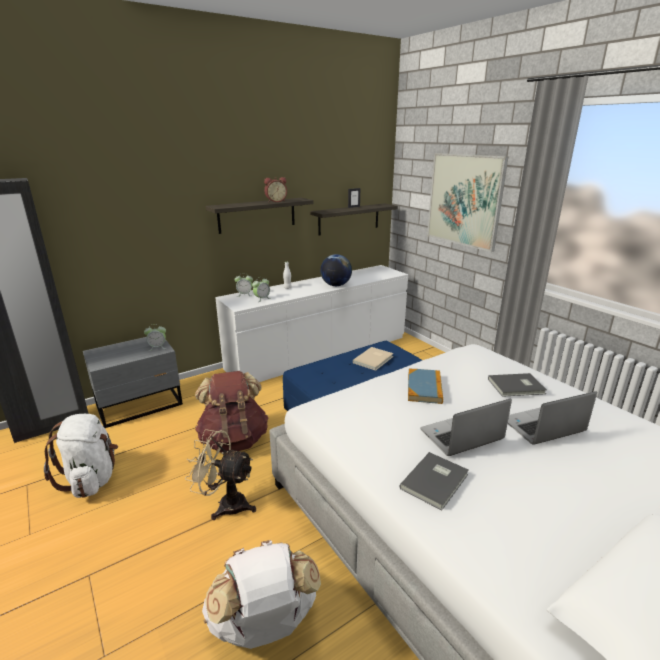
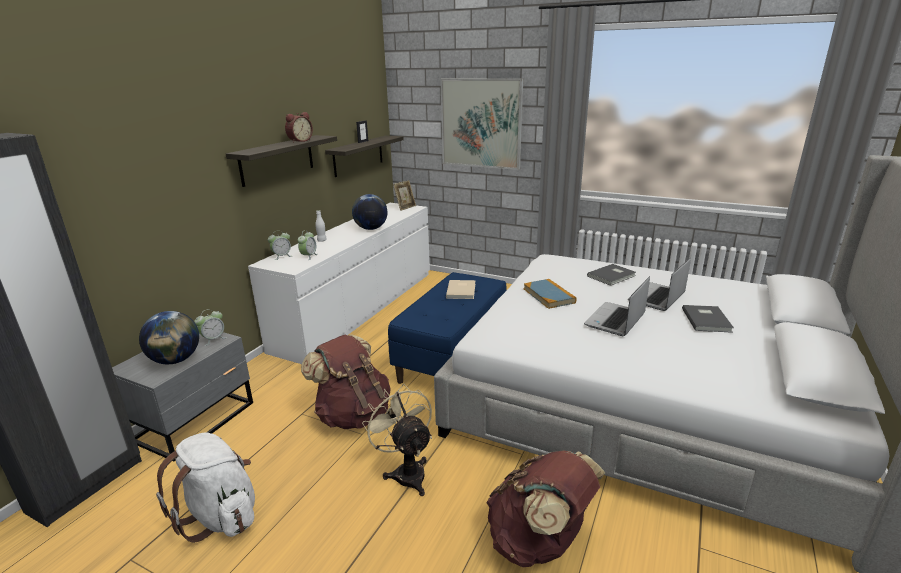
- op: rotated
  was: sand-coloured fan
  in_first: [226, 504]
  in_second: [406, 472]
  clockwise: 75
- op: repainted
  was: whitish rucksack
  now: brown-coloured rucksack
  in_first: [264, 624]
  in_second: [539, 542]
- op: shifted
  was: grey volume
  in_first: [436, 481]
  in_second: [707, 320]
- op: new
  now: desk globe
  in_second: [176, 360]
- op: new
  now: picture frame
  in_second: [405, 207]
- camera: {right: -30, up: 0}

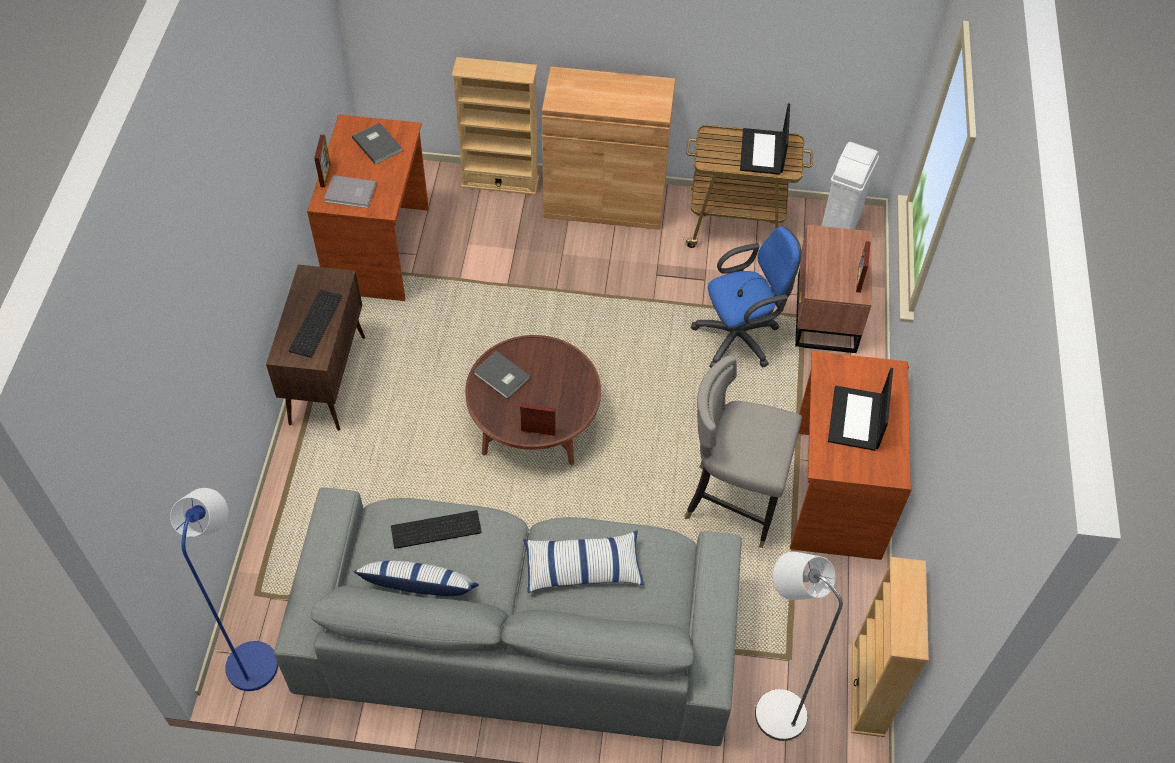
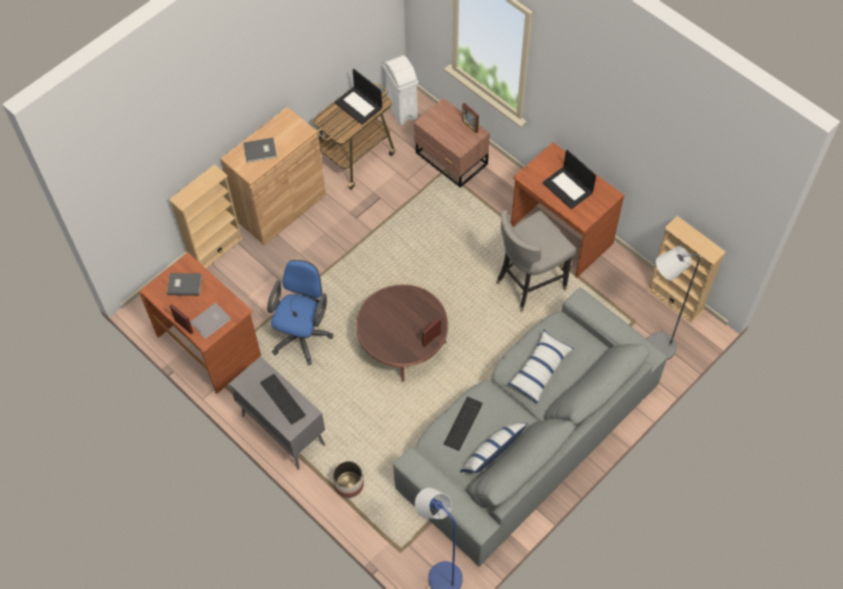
- op: repainted
  was: brown-coloured cabinet
  now: grey cabinet
  in_first: [328, 379]
  in_second: [282, 430]
- op: shifted
  was: grey volume
  in_first: [501, 377]
  in_second: [260, 151]
- op: shifted
  was: blue-coloured computer chair
  in_first: [741, 337]
  in_second: [303, 334]
- op: new
  now: planter
  in_second: [349, 484]
- camera: {right: -50, up: 5}

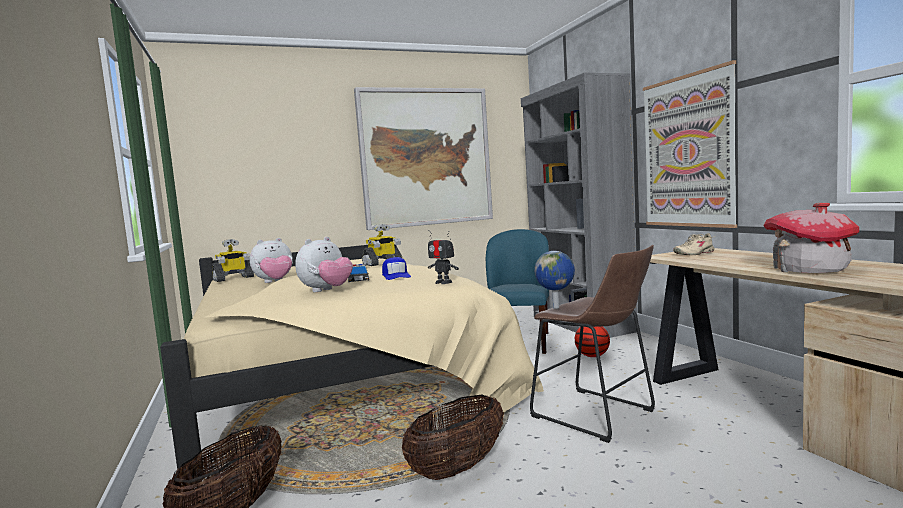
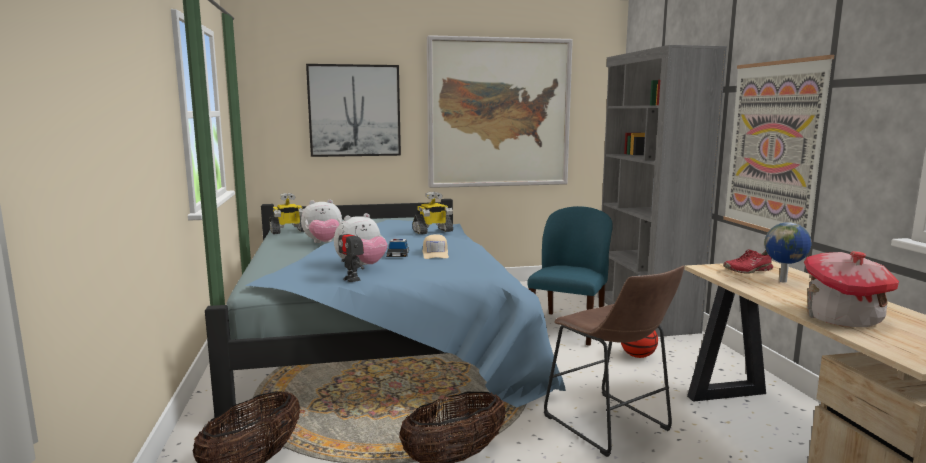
- op: repainted
  was: sand-coloured bed
  now: blue-coloured bed
  in_first: [340, 374]
  in_second: [379, 339]
- op: repainted
  was: blue-coloured peaked cap
  now: sand-coloured peaked cap
  in_first: [396, 276]
  in_second: [435, 253]
- op: shifted
  was: model robot
  in_first: [443, 282]
  in_second: [352, 279]
- op: shifted
  was: desk globe
  in_first: [557, 308]
  in_second: [784, 281]
- op: repainted
  was: sand-coloured item of footwear
  now: reddish item of footwear
  in_first: [694, 254]
  in_second: [747, 270]
- op: new
  now: wall picture
  in_second: [354, 110]
- camera: {right: 10, up: 5}

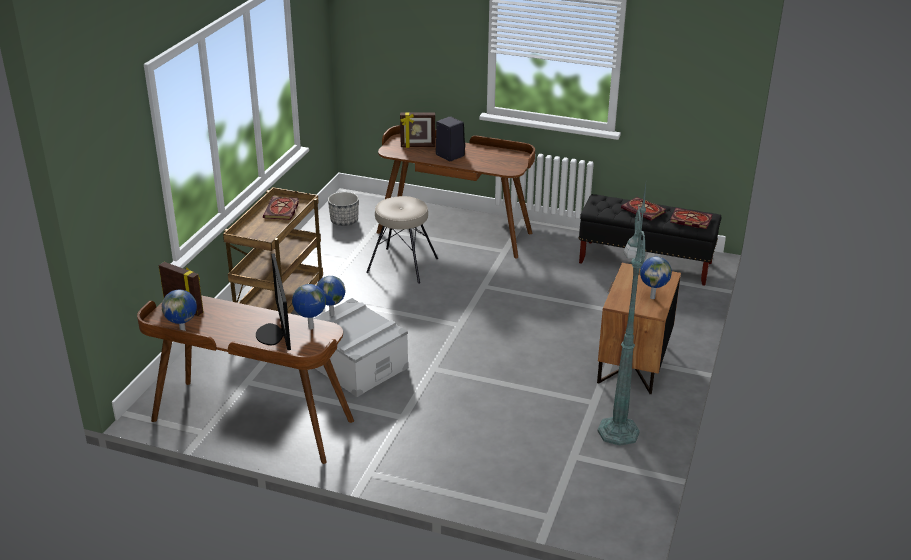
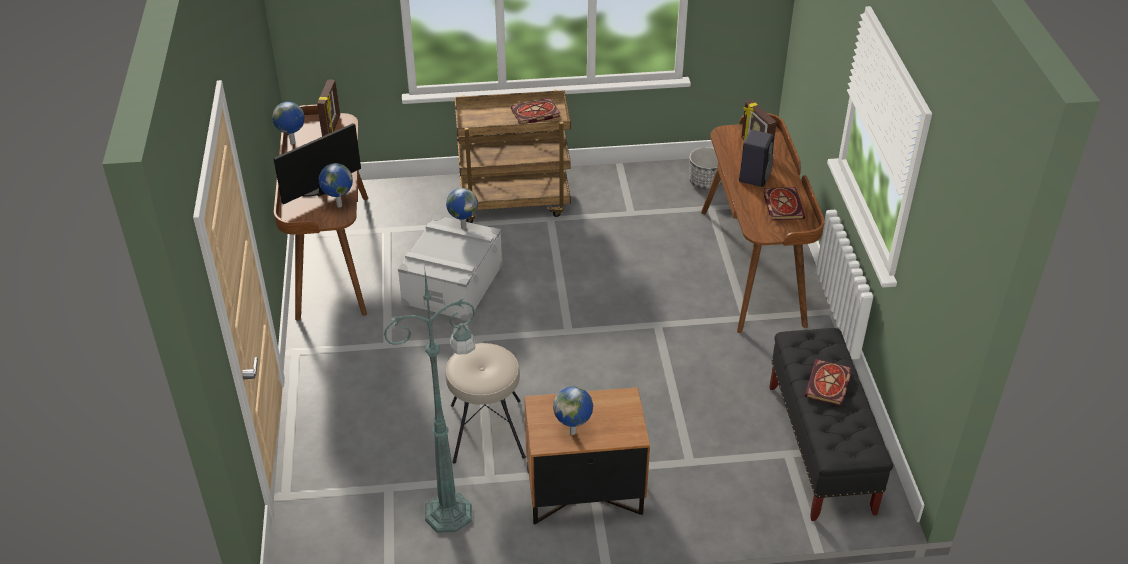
- op: shifted
  was: sand-coloured stool
  in_first: [402, 266]
  in_second: [486, 431]
- op: shifted
  was: volume
  in_first: [689, 220]
  in_second: [782, 205]
- camera: {right: 65, up: 10}

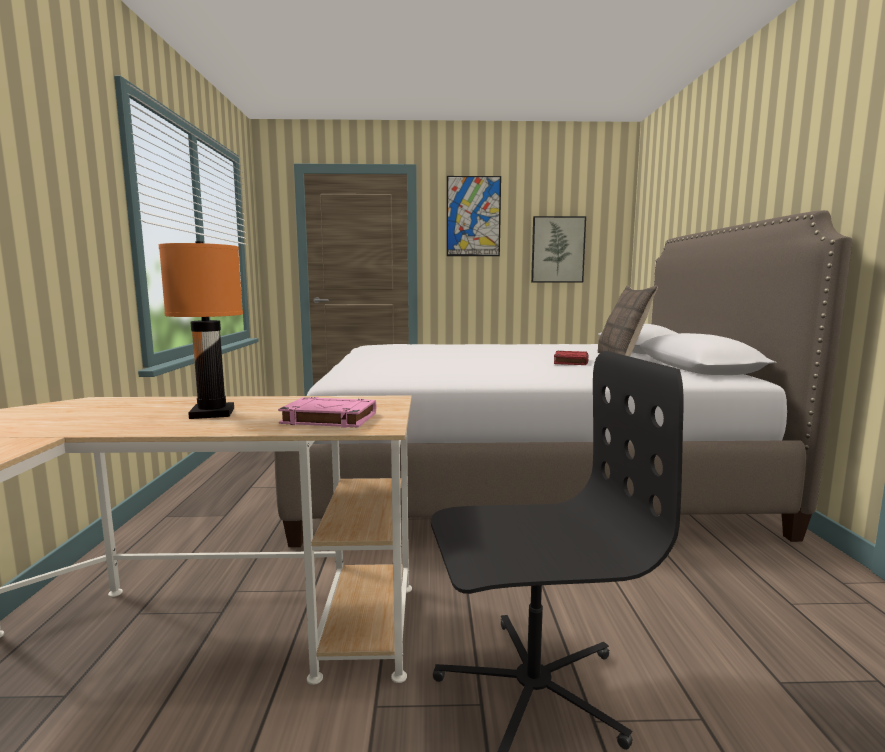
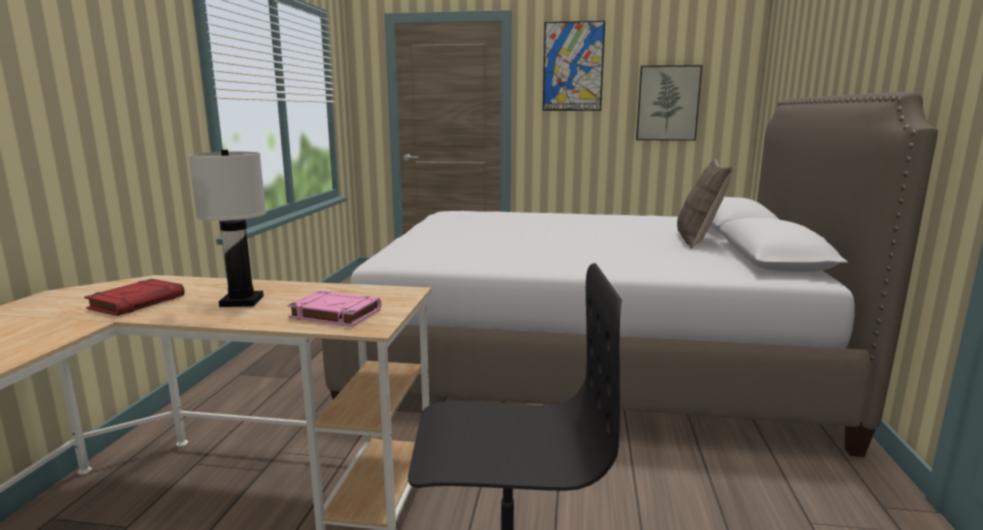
- op: repainted
  was: orange table lamp
  now: whitish table lamp
  in_first: [213, 413]
  in_second: [242, 301]
- op: shifted
  was: reddish volume
  in_first: [570, 361]
  in_second: [138, 302]
- camera: {right: 10, up: 5}

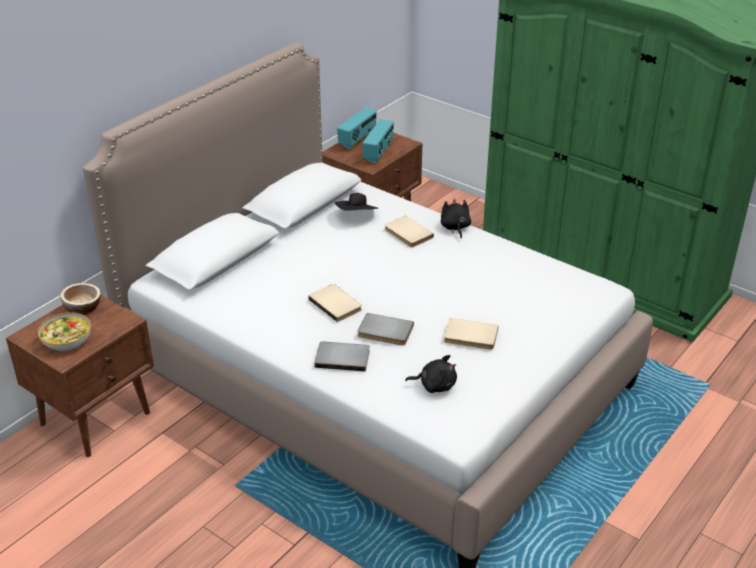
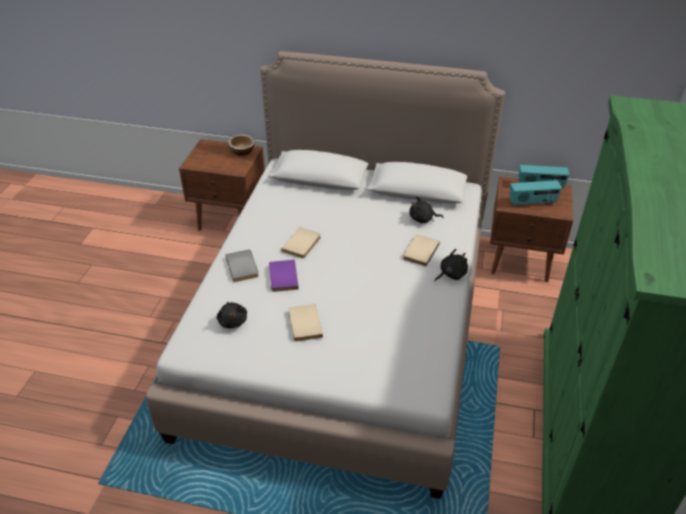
- op: gone
  was: deep dish
  in_first: [67, 340]
- op: swapped
  was: black wearable hat
  now: black plush toy
  in_first: [357, 216]
  in_second: [423, 219]
- op: repainted
  was: grey volume
  now: purple volume
  in_first: [385, 332]
  in_second: [282, 277]
- camera: {right: 65, up: 5}

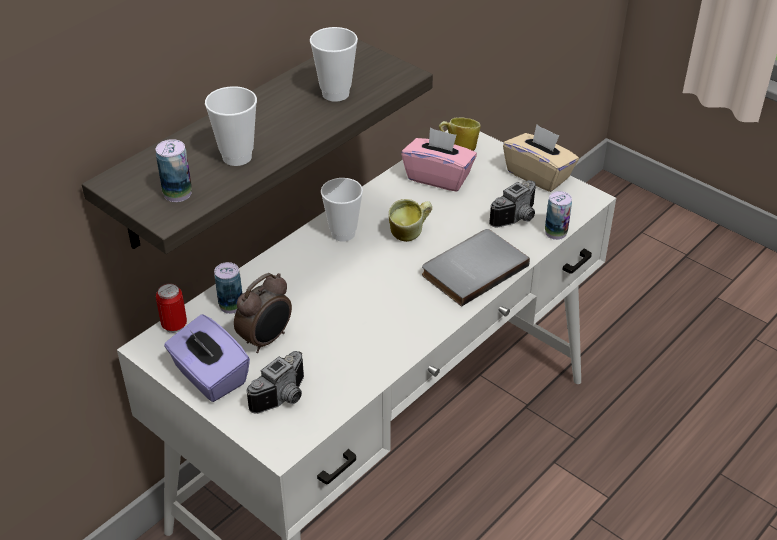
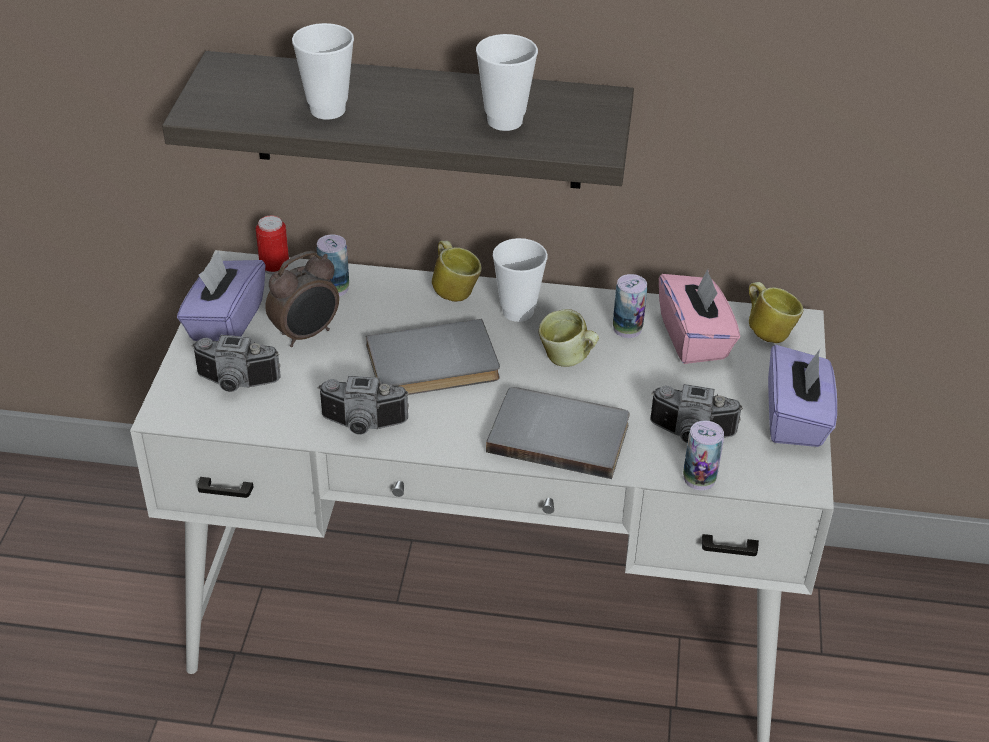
- op: shifted
  was: metal can
  in_first: [177, 193]
  in_second: [627, 329]
- op: rotated
  was: table clock
  in_first: [267, 340]
  in_second: [307, 334]
  clockwise: -45
- op: repainted
  was: sand-coloured tissue holder
  now: purple tissue holder
  in_first: [538, 175]
  in_second: [796, 419]
- op: new
  now: still camera
  in_second: [362, 426]
- op: new
  now: grey volume
  in_second: [433, 366]
- op: new
  now: tea mug
  in_second: [454, 290]
- camera: {right: 55, up: 0}

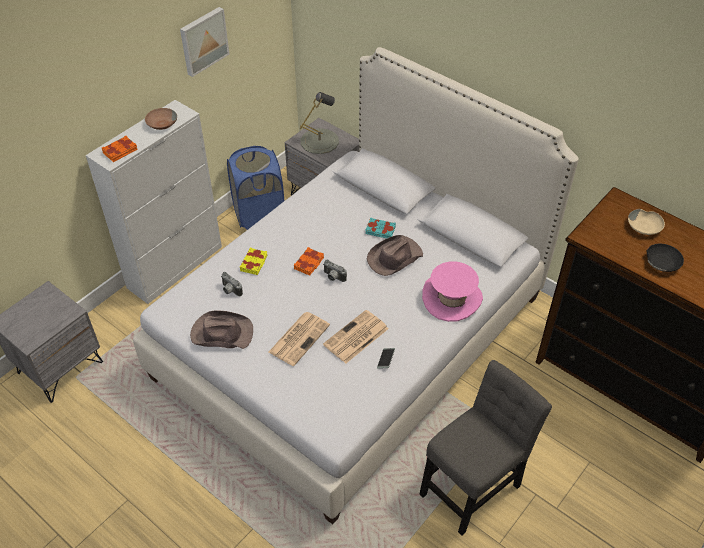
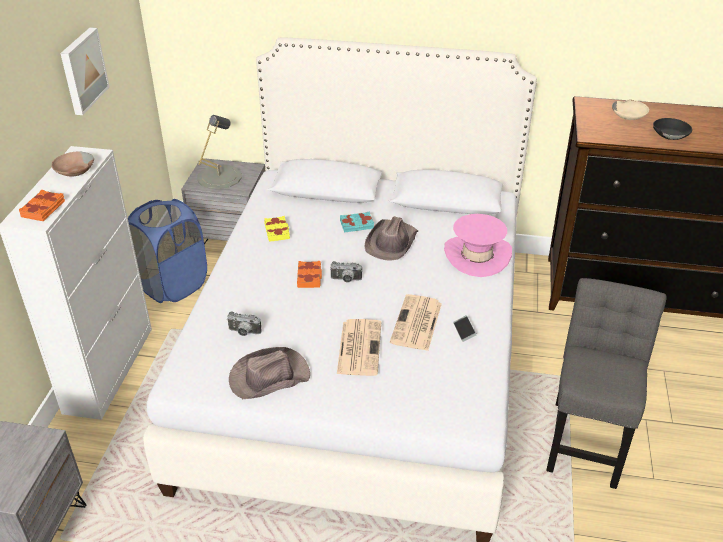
- op: shifted
  was: yellowish volume
  in_first: [254, 263]
  in_second: [277, 231]
- camera: {right: -30, up: -10}

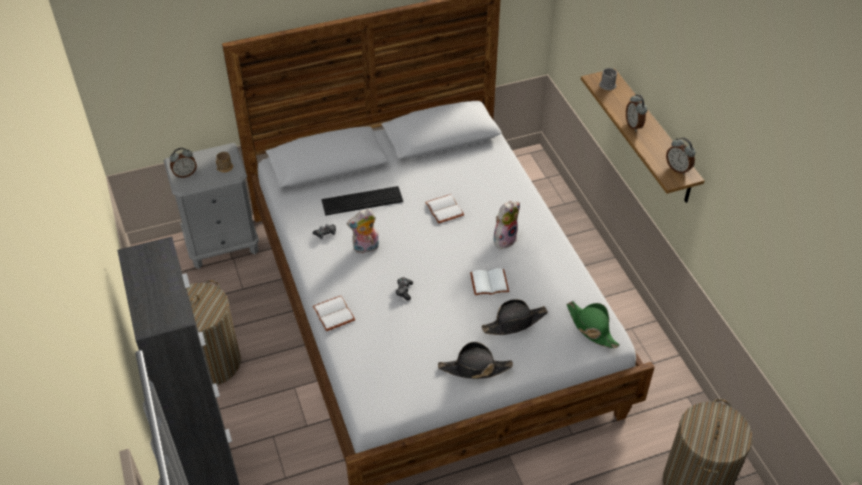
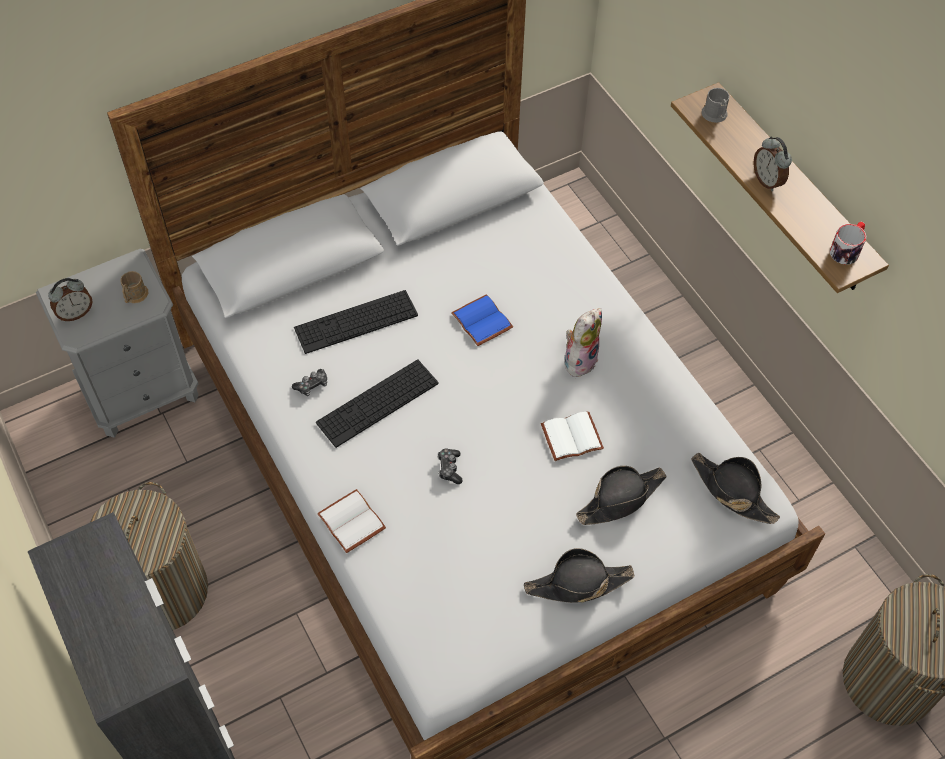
- op: swapped
  was: plush toy
  now: PC keyboard
  in_first: [365, 248]
  in_second: [377, 403]
- op: repainted
  was: whitish volume
  now: blue-coloured volume
  in_first: [445, 209]
  in_second: [483, 321]
- op: repainted
  was: green wearable hat
  now: black wearable hat
  in_first: [591, 328]
  in_second: [732, 491]
- op: swapped
  was: table clock
  now: tea mug
  in_first: [678, 169]
  in_second: [847, 249]
- camera: {right: -10, up: 10}

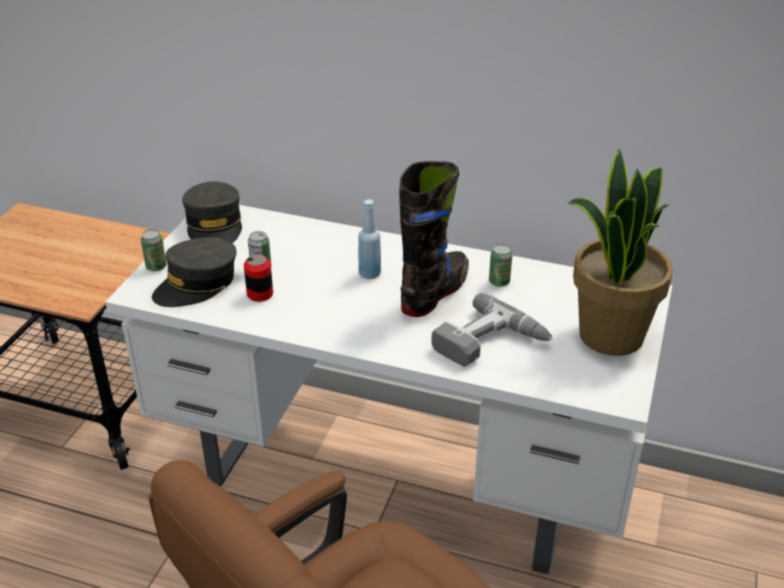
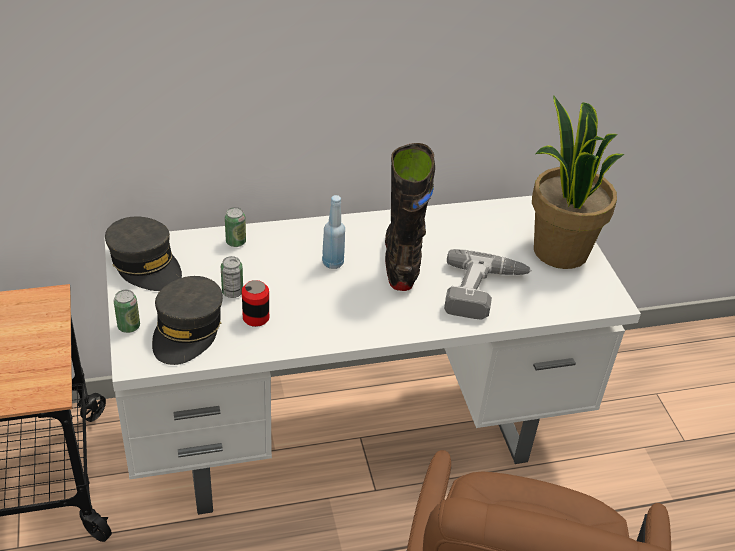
- op: shifted
  was: metal can
  in_first: [499, 282]
  in_second: [236, 242]
- camera: {right: -35, up: 5}

